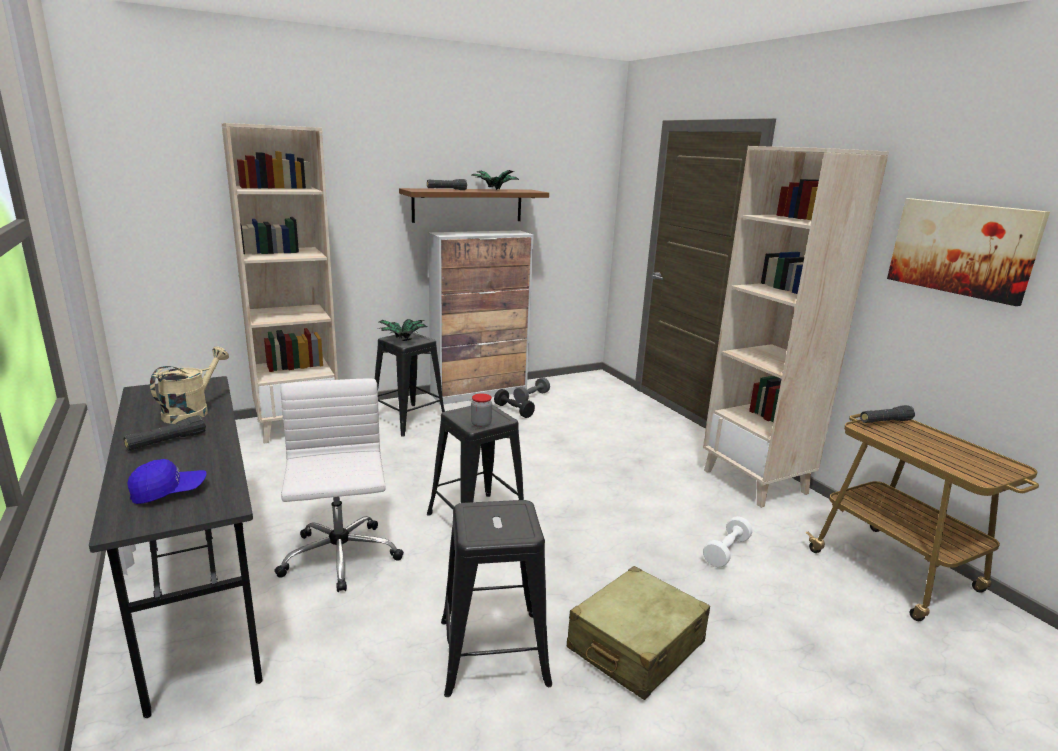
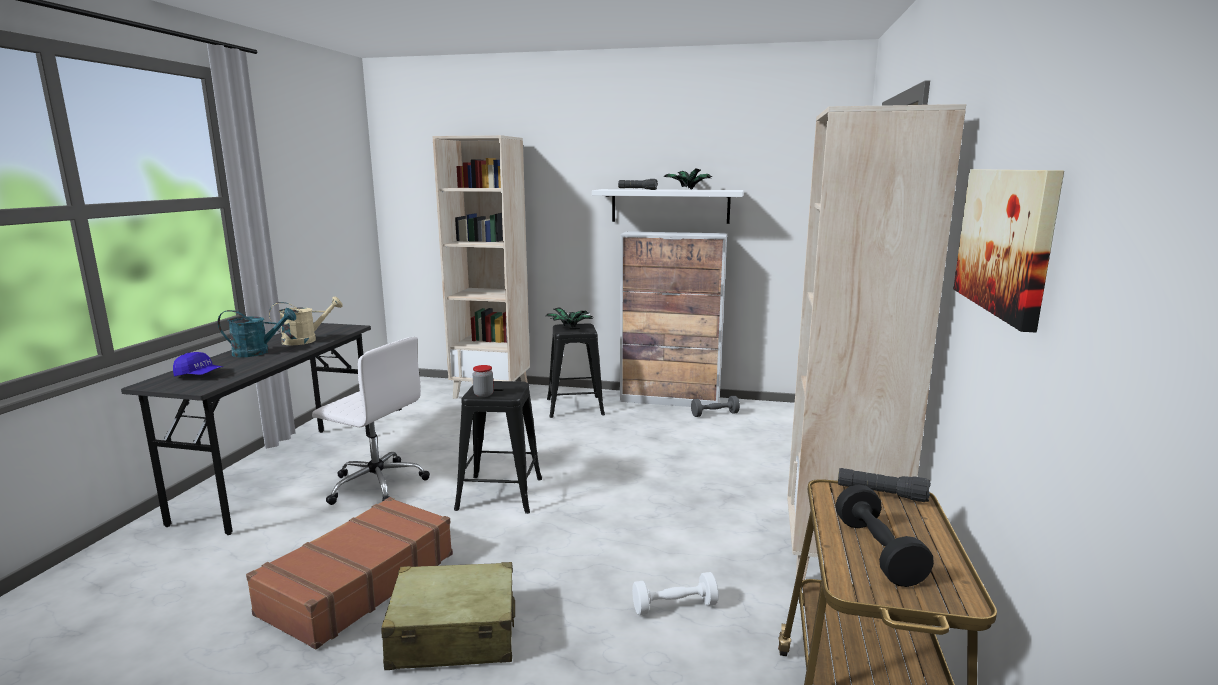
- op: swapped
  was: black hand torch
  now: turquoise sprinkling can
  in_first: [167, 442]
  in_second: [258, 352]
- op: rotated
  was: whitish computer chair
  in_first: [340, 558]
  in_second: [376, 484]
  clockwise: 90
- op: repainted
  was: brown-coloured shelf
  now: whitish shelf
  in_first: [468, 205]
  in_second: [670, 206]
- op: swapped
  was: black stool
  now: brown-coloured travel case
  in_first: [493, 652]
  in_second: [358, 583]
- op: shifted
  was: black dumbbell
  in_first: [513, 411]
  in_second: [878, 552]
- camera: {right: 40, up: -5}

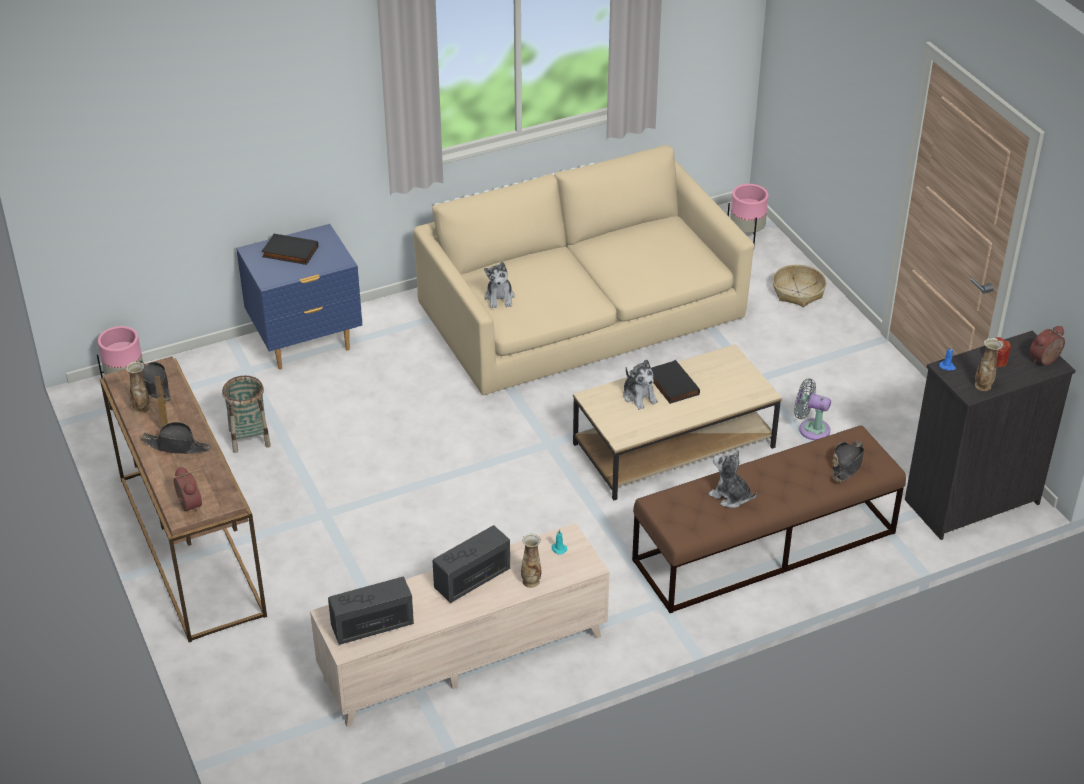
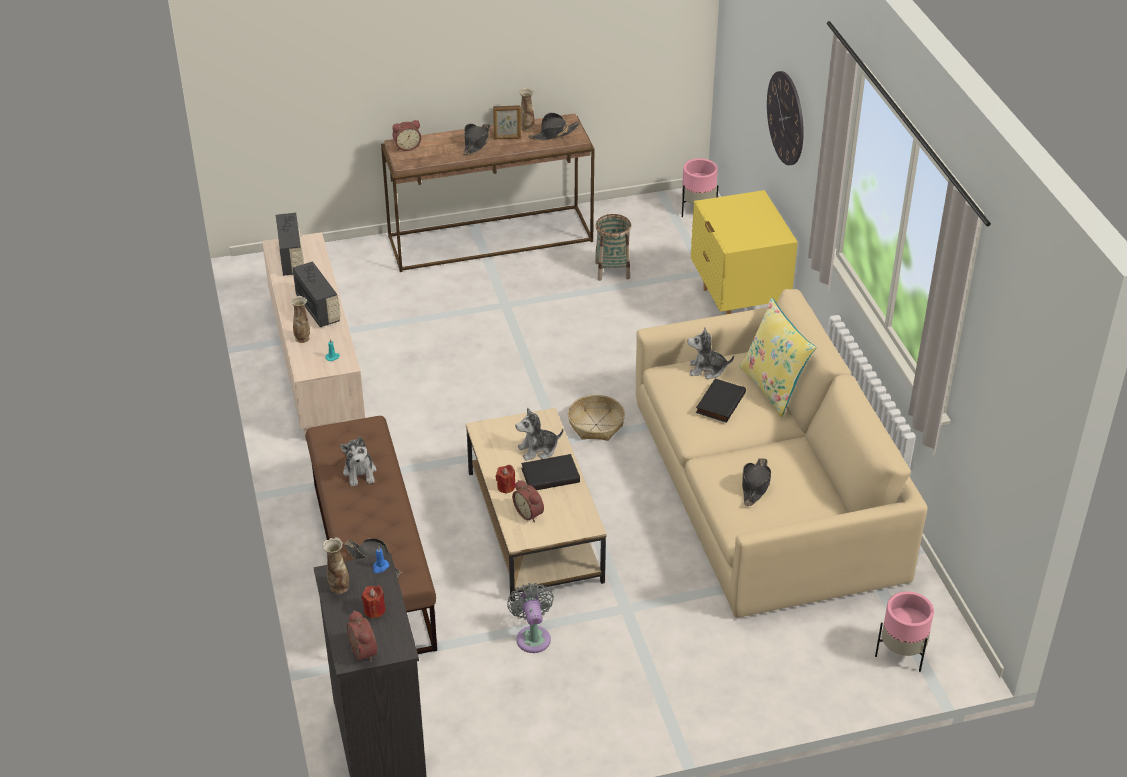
- op: repainted
  was: blue-coloured bedside table
  now: yellowish bedside table
  in_first: [306, 344]
  in_second: [737, 306]
- op: shifted
  was: black volume
  in_first: [289, 252]
  in_second: [719, 402]
- op: rotated
  was: plush toy
  in_first: [730, 496]
  in_second: [360, 472]
  clockwise: 120
- op: shifted
  was: basket
  in_first: [798, 292]
  in_second: [596, 425]
- op: rotated
  was: grey fan
  in_first: [810, 429]
  in_second: [532, 636]
  clockwise: -45
- op: new
  now: reddish candle
  in_second: [506, 487]
- op: new
  now: table clock
  in_second: [530, 513]
- op: new
  now: yellowish throw pillow
  in_second: [773, 387]
- op: new
  now: black wearable hat
  in_second: [755, 485]
- op: new
  now: clock on the wall
  in_second: [786, 118]
- camera: {right: 100, up: 0}

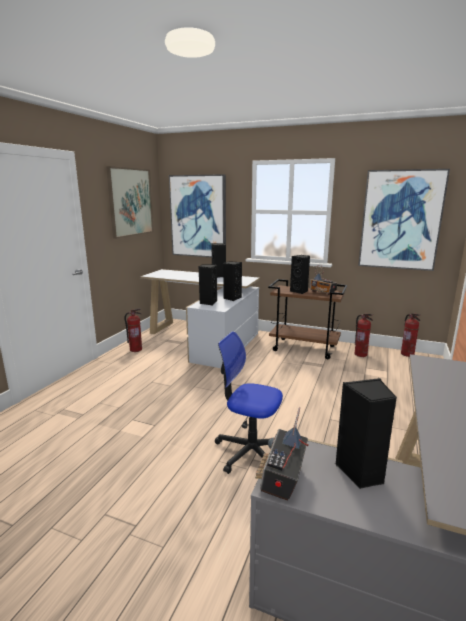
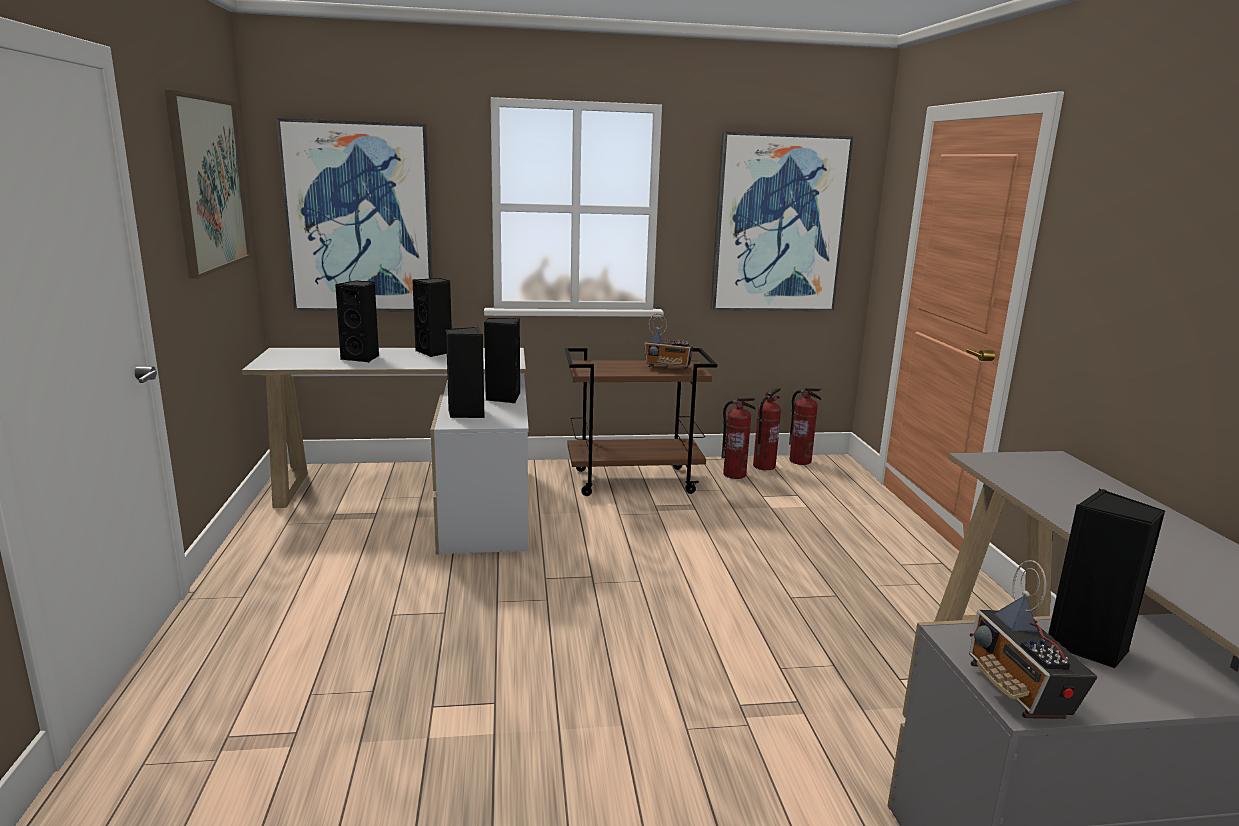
- op: shifted
  was: fire-fighting cylinder
  in_first: [136, 349]
  in_second: [763, 466]
- op: gone
  was: computer chair
  in_first: [250, 451]
- op: shifted
  was: black speaker
  in_first: [300, 291]
  in_second: [362, 358]
- camera: {right: -30, up: 0}

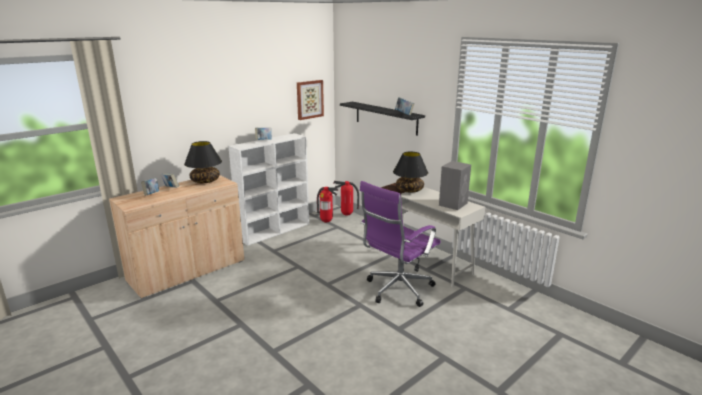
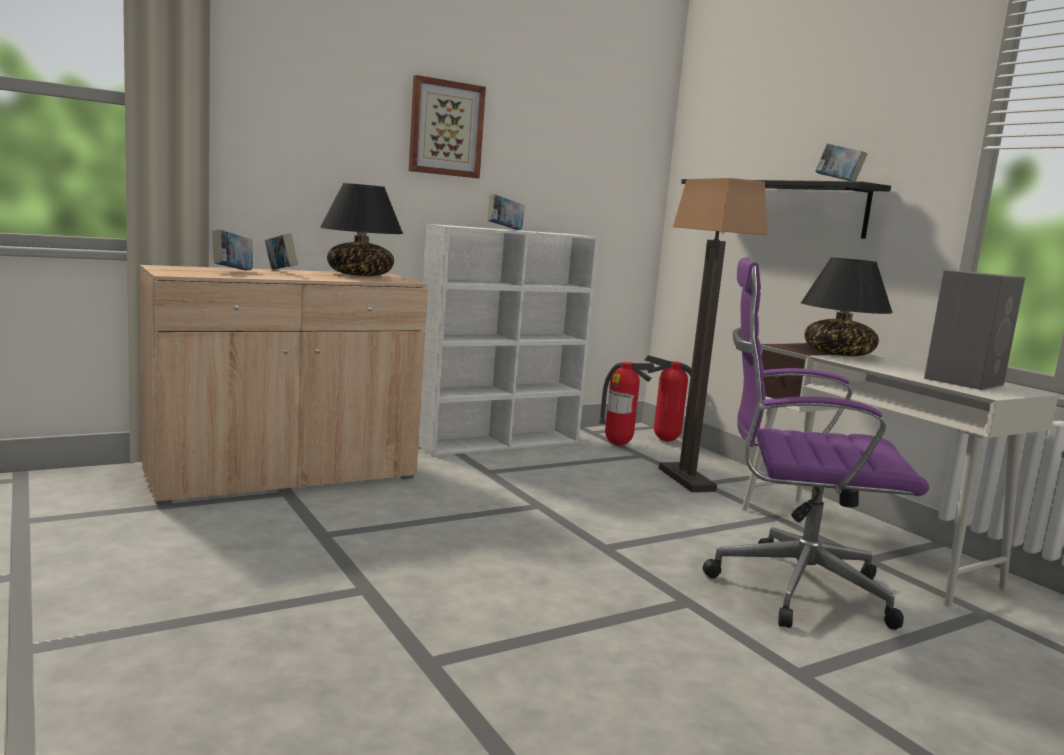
- op: shifted
  was: wall picture
  in_first: [309, 99]
  in_second: [445, 128]
- op: rotated
  was: purple computer chair
  in_first: [397, 290]
  in_second: [790, 588]
  clockwise: 45
- op: new
  now: floor lamp
  in_second: [685, 479]
- camera: {right: 10, up: -10}

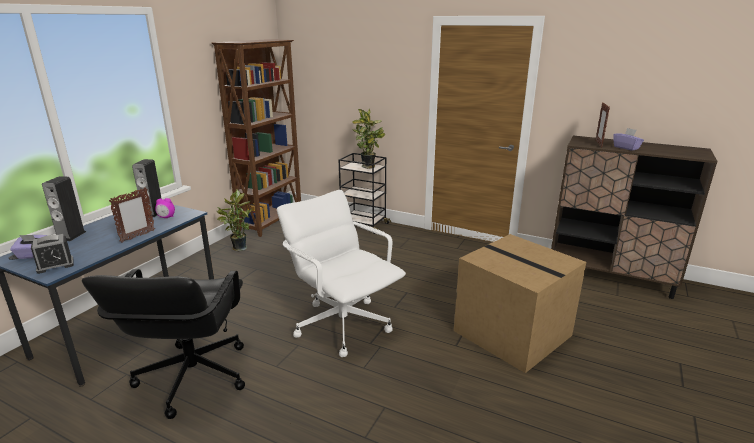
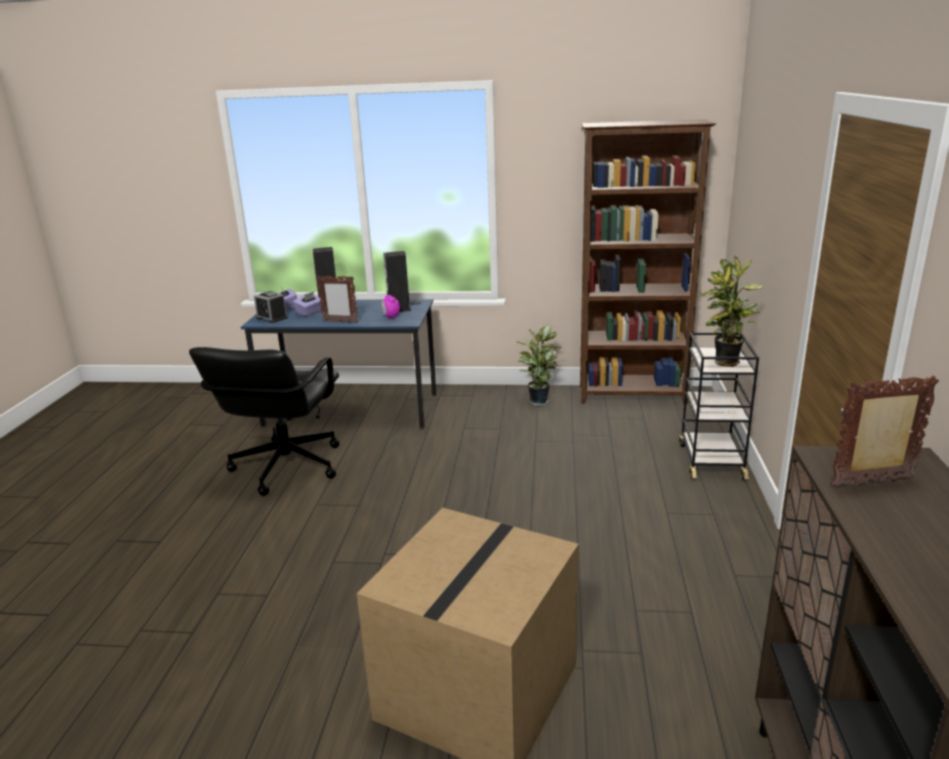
- op: rotated
  was: black computer chair
  in_first: [192, 377]
  in_second: [285, 467]
  clockwise: -60
- op: gone
  was: whitish computer chair
  in_first: [342, 324]
- op: shifted
  was: purple tissue holder
  in_first: [626, 148]
  in_second: [310, 313]
- camera: {right: 70, up: 0}

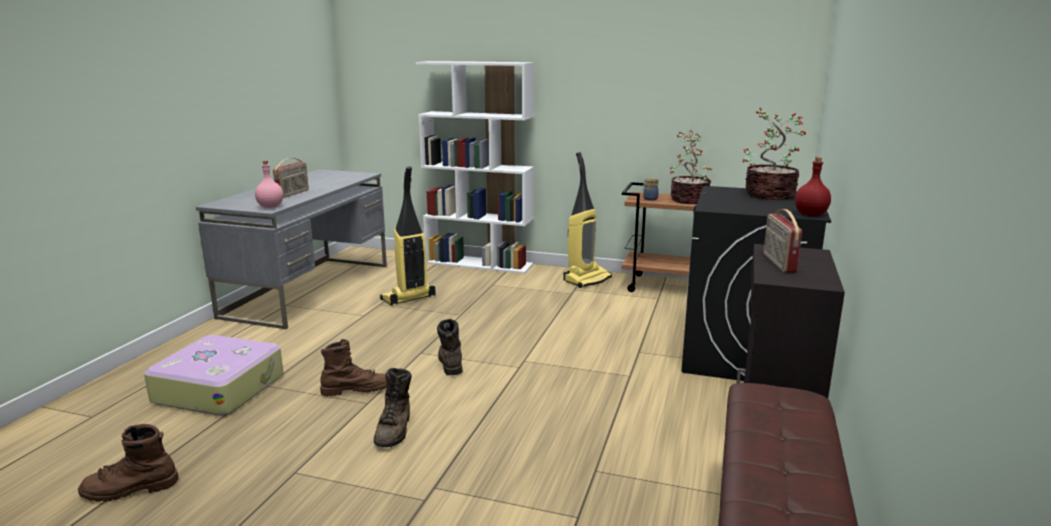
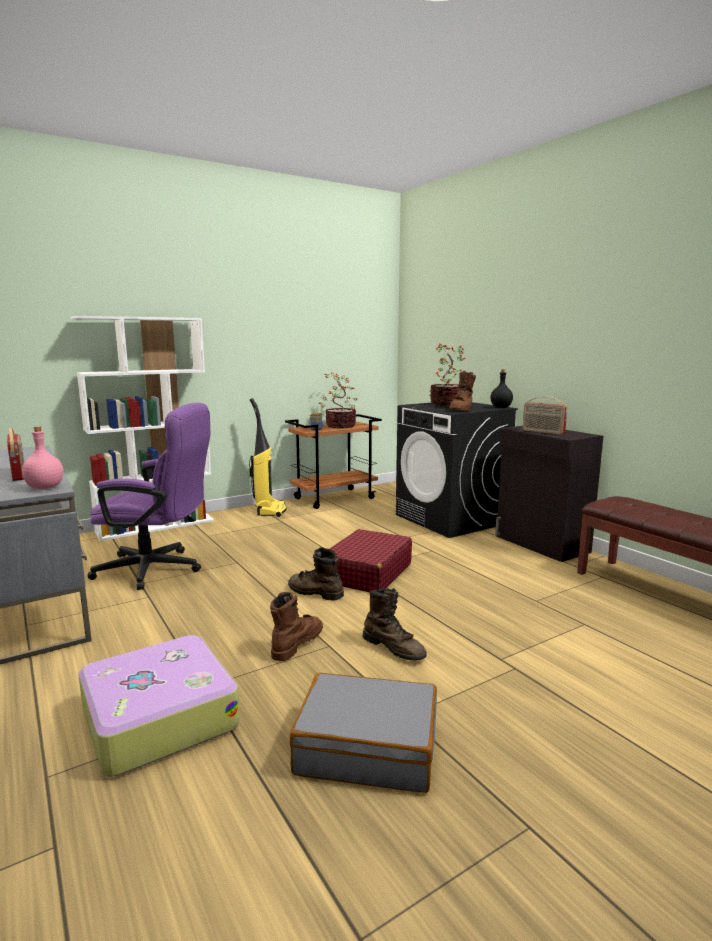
- op: shifted
  was: brown-coloured tall boot
  in_first: [130, 490]
  in_second: [461, 410]
- op: swapped
  was: vacuum cleaner
  now: purple computer chair
  in_first: [408, 298]
  in_second: [158, 569]
- op: repainted
  was: reddish drink bottle
  now: black drink bottle
  in_first: [811, 214]
  in_second: [501, 407]
- op: new
  now: grey travel case
  in_second: [367, 747]
- op: new
  now: reddish travel case
  in_second: [367, 573]
- camera: {right: -50, up: -5}

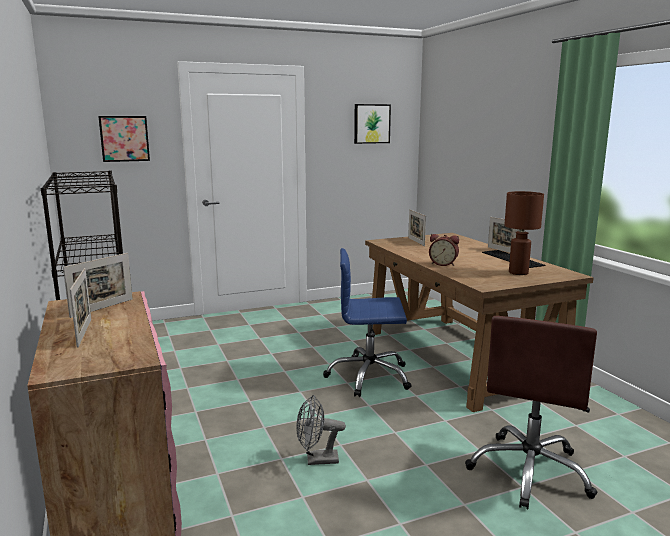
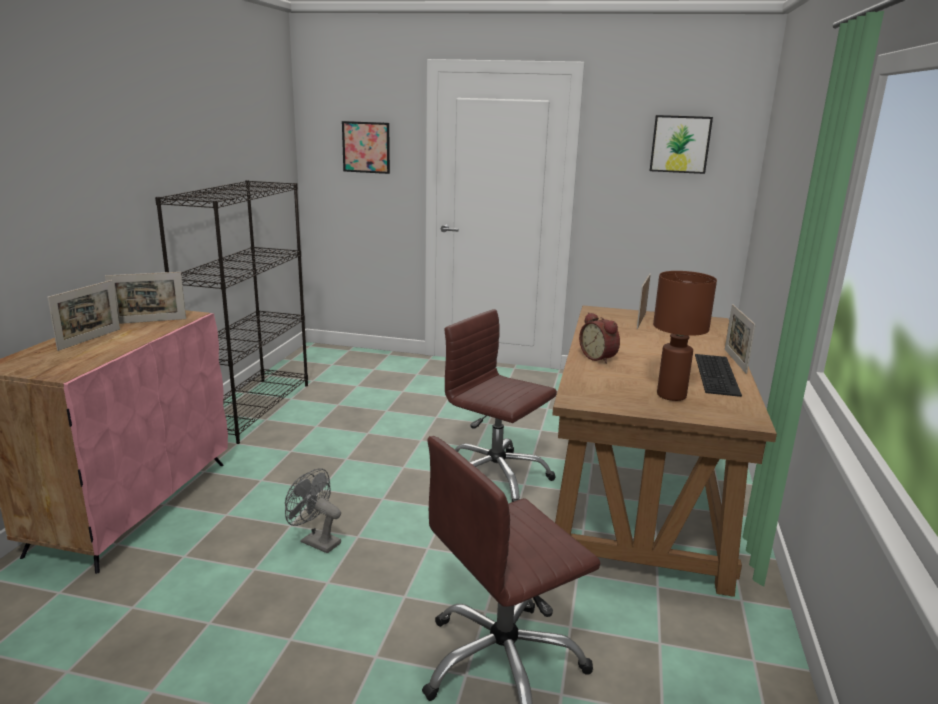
- op: repainted
  was: blue-coloured computer chair
  now: brown-coloured computer chair
  in_first: [369, 377]
  in_second: [494, 478]
- camera: {right: 35, up: 5}

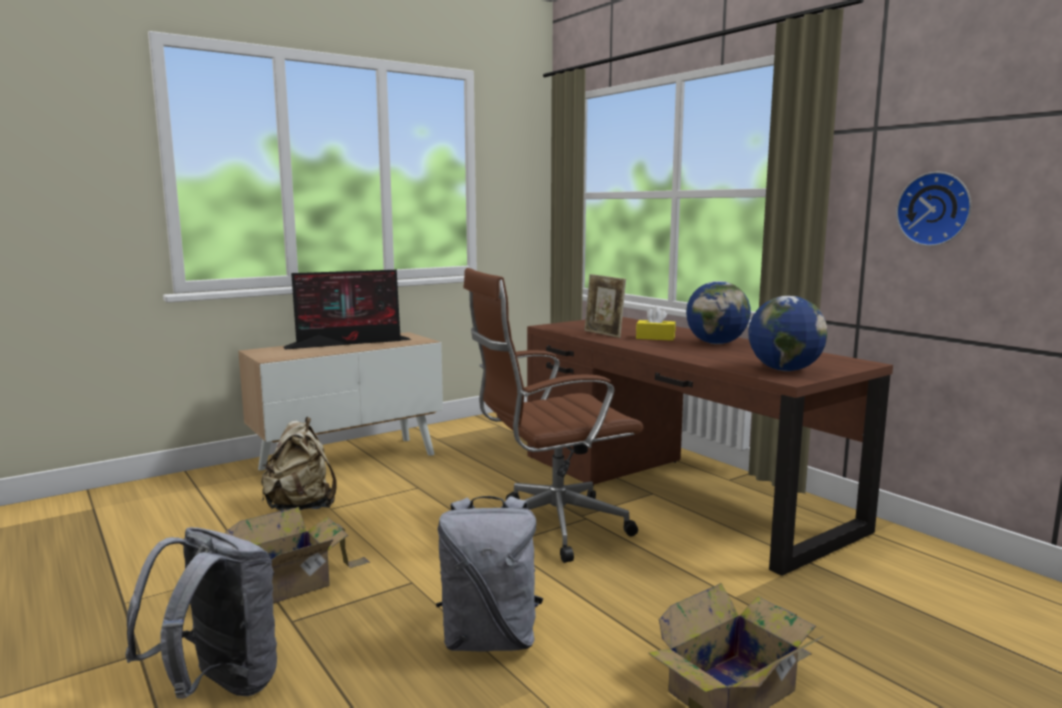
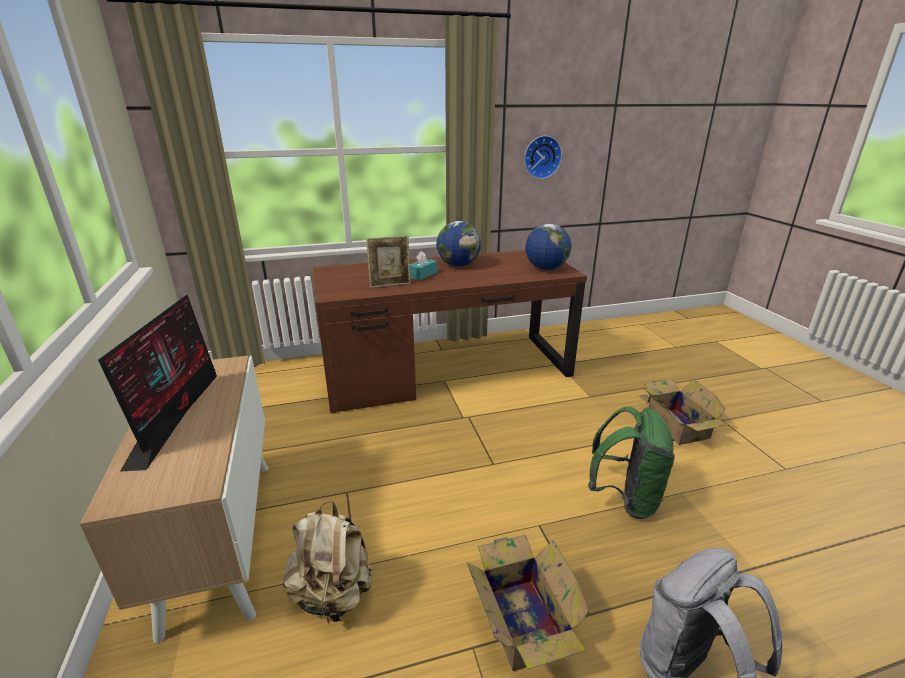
- op: repainted
  was: grey rucksack
  now: green rucksack
  in_first: [490, 639]
  in_second: [625, 498]
- op: gone
  was: brown-coloured computer chair
  in_first: [549, 528]
- op: repainted
  was: yellowish tissue holder
  now: turquoise tissue holder
  in_first: [655, 338]
  in_second: [422, 274]
- camera: {right: -70, up: 15}

